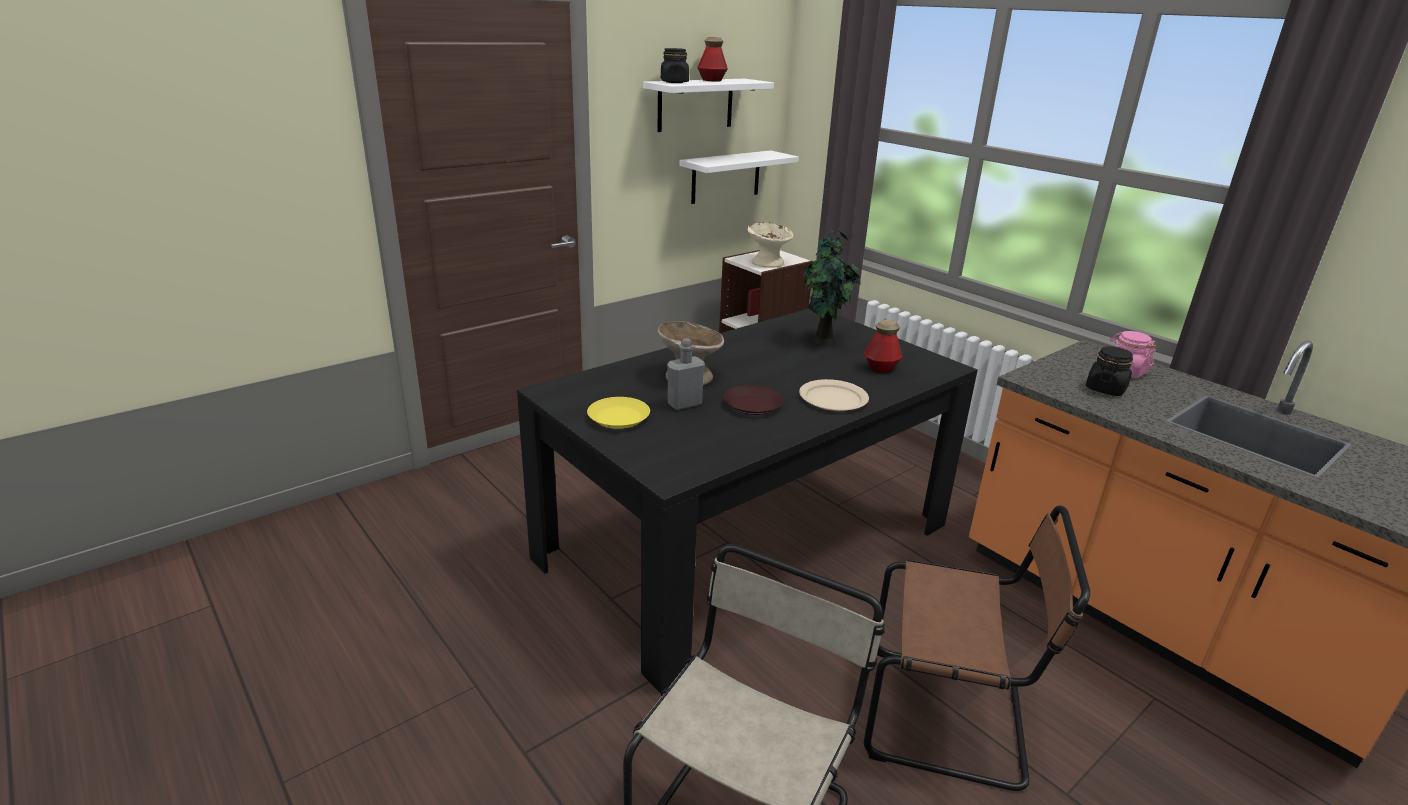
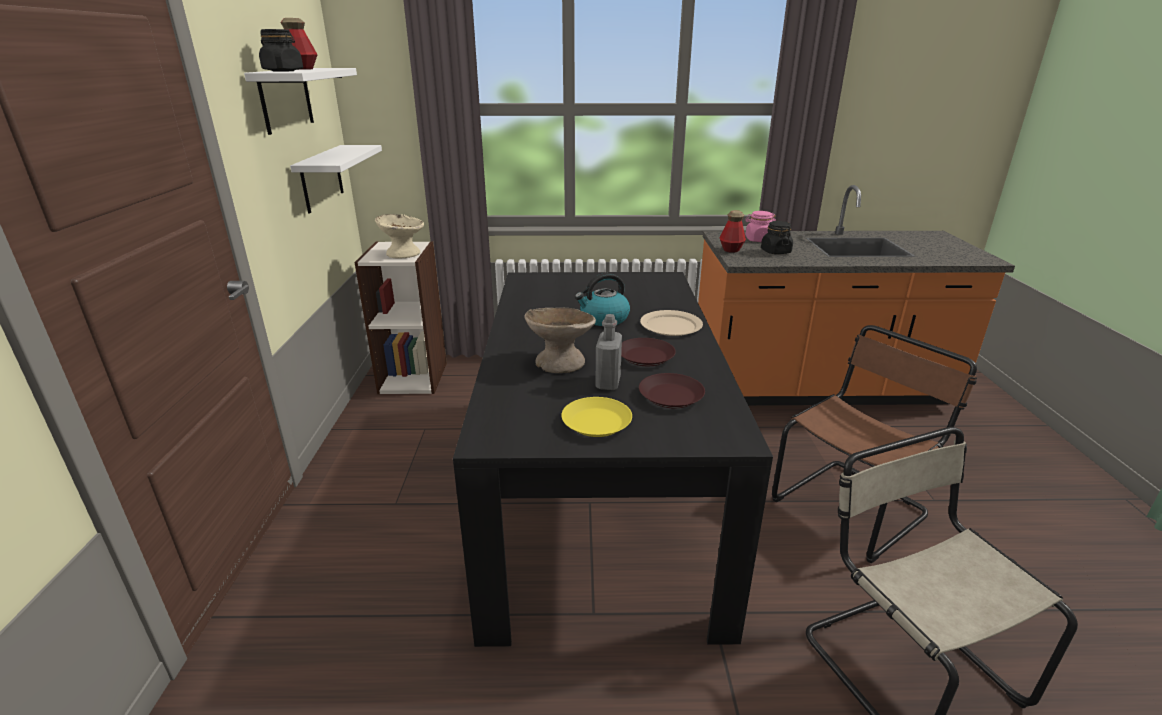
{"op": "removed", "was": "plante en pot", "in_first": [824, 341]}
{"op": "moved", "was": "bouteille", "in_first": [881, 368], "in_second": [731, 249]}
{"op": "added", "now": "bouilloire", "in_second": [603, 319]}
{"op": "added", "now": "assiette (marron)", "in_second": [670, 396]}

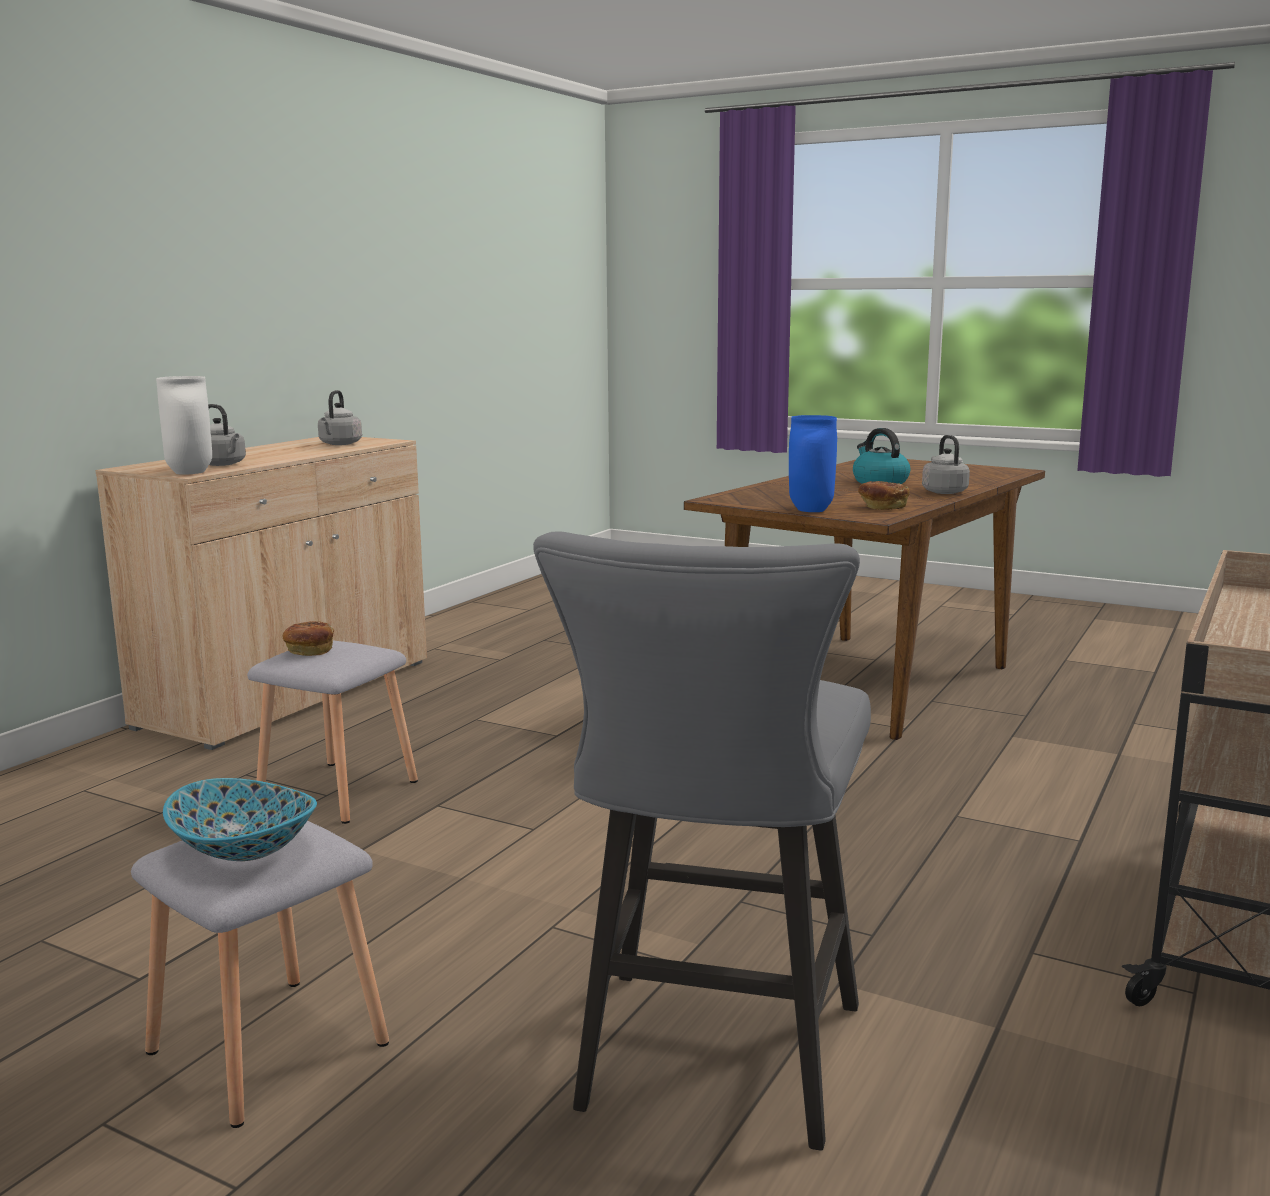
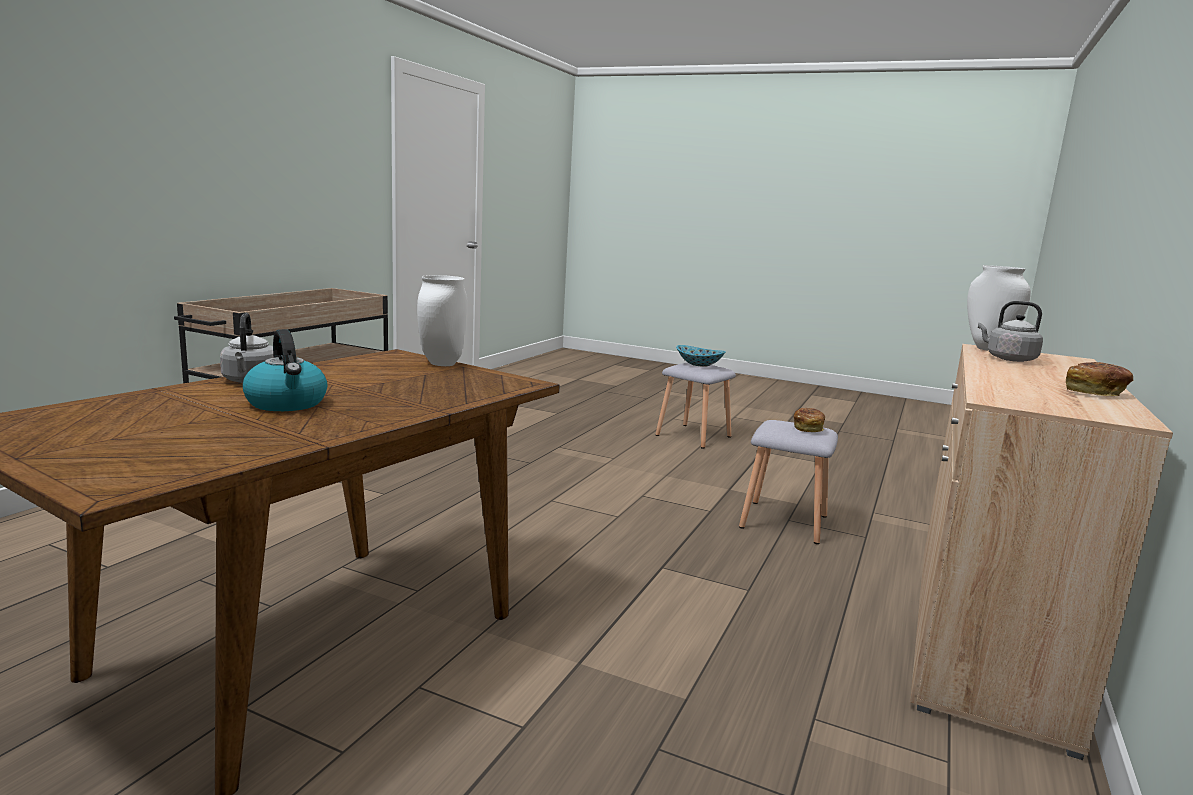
{"op": "removed", "was": "bouilloire (gris)", "in_first": [339, 444]}
{"op": "removed", "was": "tabouret (gris)", "in_first": [713, 1068]}
{"op": "recoloured", "was": "vase (bleu)", "now": "vase (blanc)", "in_first": [809, 510], "in_second": [443, 364]}
{"op": "moved", "was": "pain", "in_first": [882, 507], "in_second": [1095, 393]}

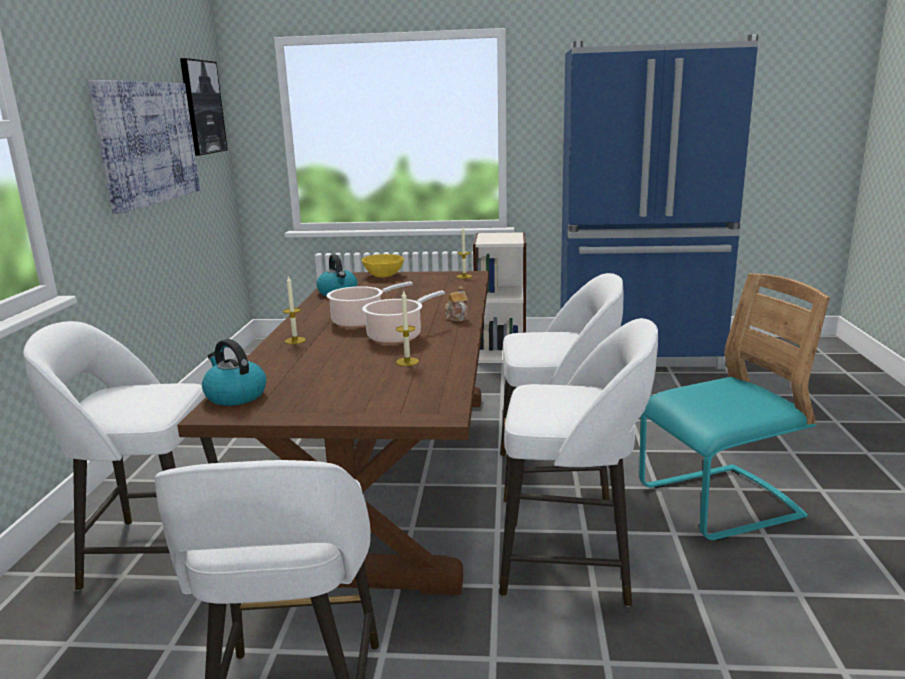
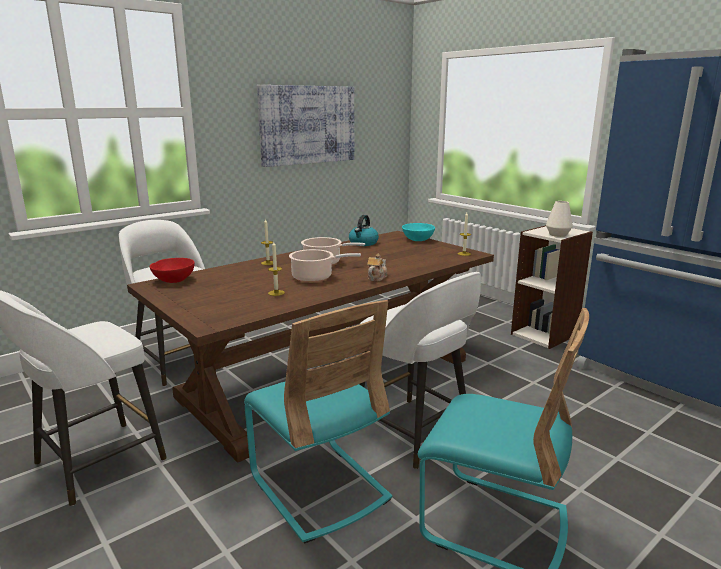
{"op": "removed", "was": "tableau", "in_first": [202, 107]}
{"op": "replaced", "was": "bouilloire", "now": "bol (rouge)", "in_first": [235, 395], "in_second": [174, 280]}
{"op": "recoloured", "was": "bol (jaune)", "now": "bol (turquoise)", "in_first": [383, 275], "in_second": [418, 240]}
{"op": "replaced", "was": "tabouret (blanc)", "now": "chaise (turquoise)", "in_first": [571, 562], "in_second": [319, 487]}
{"op": "added", "now": "vase (blanc)", "in_second": [558, 235]}

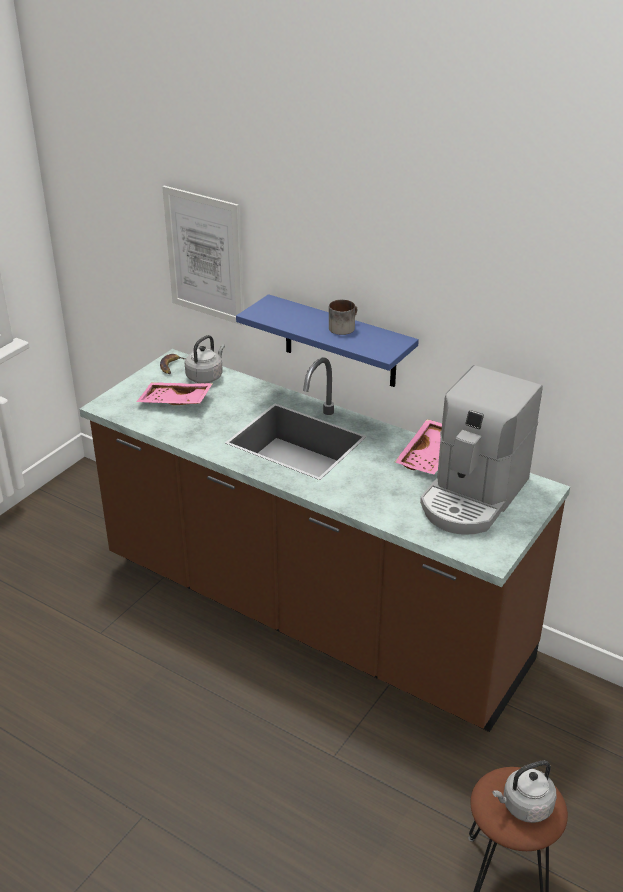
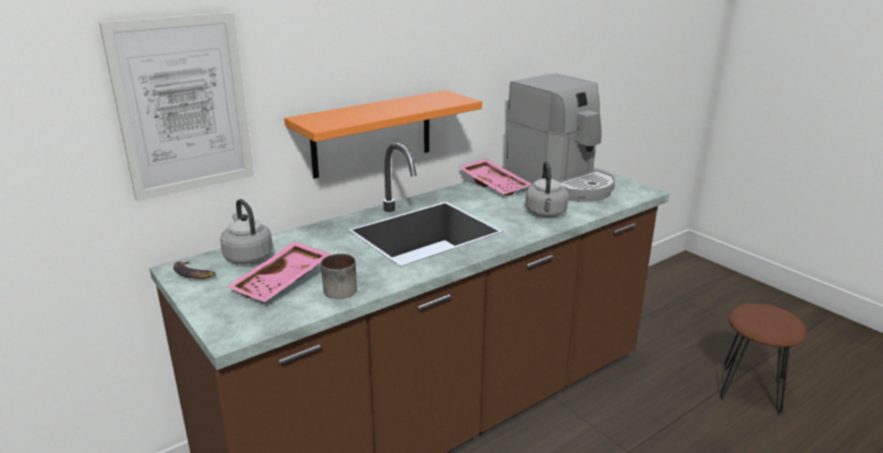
{"op": "recoloured", "was": "étagère (bleu)", "now": "étagère (orange)", "in_first": [340, 342], "in_second": [372, 133]}
{"op": "moved", "was": "mug", "in_first": [343, 327], "in_second": [337, 288]}
{"op": "moved", "was": "bouilloire (gris)", "in_first": [524, 806], "in_second": [546, 214]}

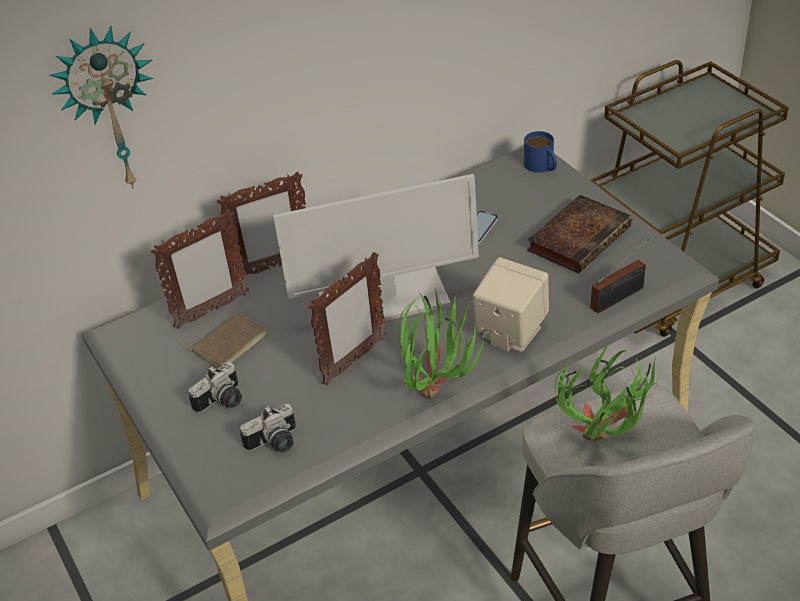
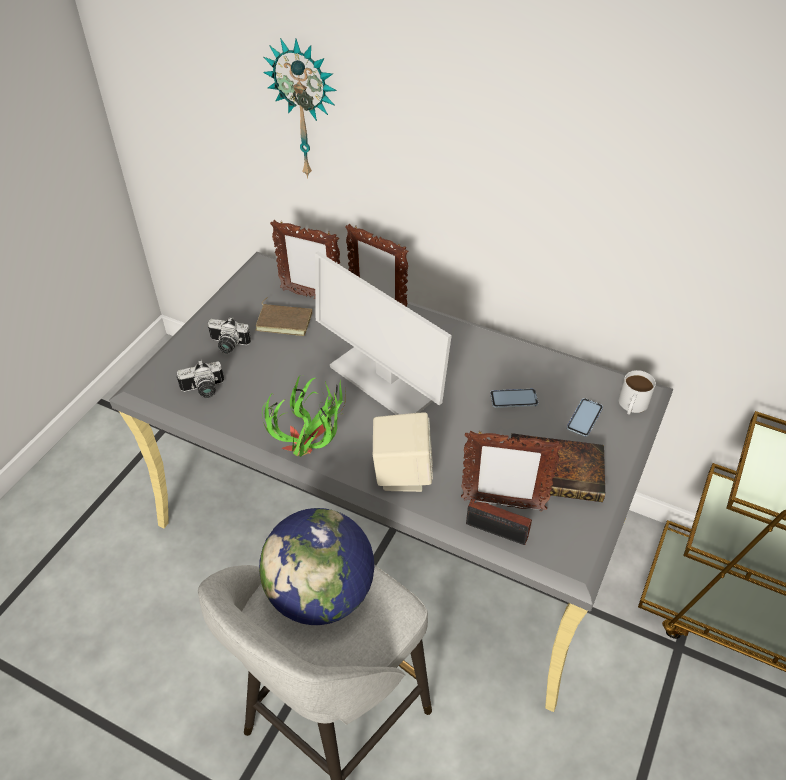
{"op": "turned", "was": "appareil photo", "in_first": [275, 444], "in_second": [204, 390], "clockwise": -45}
{"op": "moved", "was": "cadre photo", "in_first": [354, 361], "in_second": [502, 504]}
{"op": "recoloured", "was": "mug (bleu)", "now": "mug (blanc)", "in_first": [542, 166], "in_second": [631, 406]}
{"op": "replaced", "was": "plante en pot", "now": "globe", "in_first": [605, 443], "in_second": [321, 594]}
{"op": "added", "now": "téléphone", "in_second": [584, 418]}

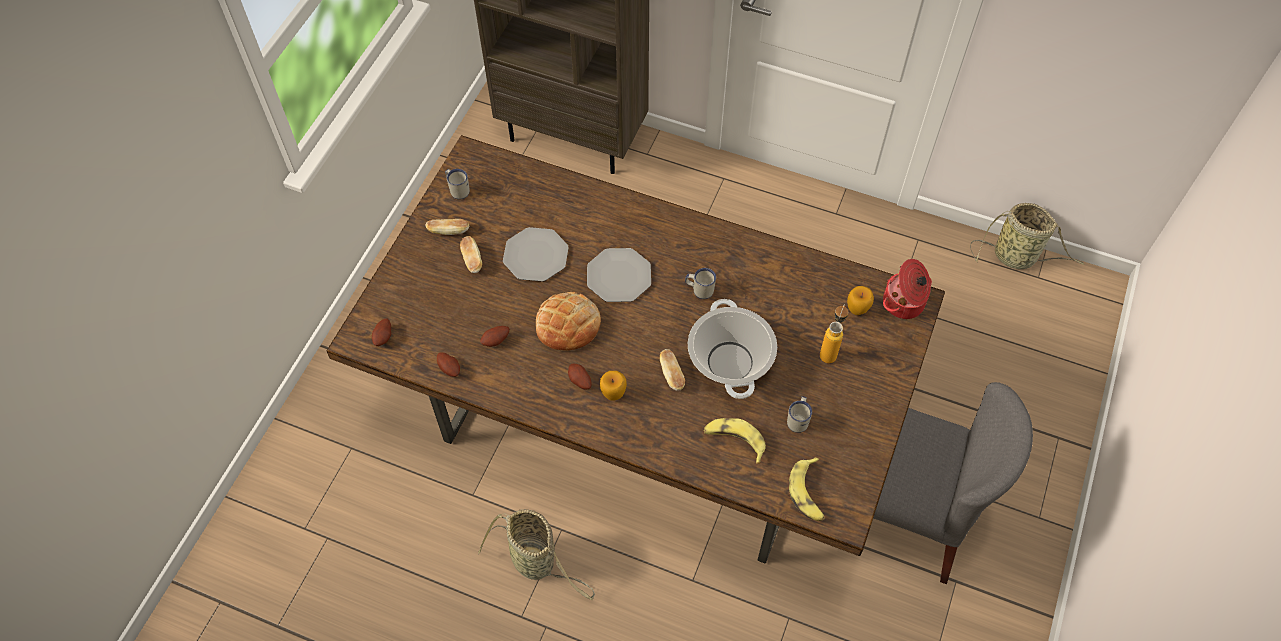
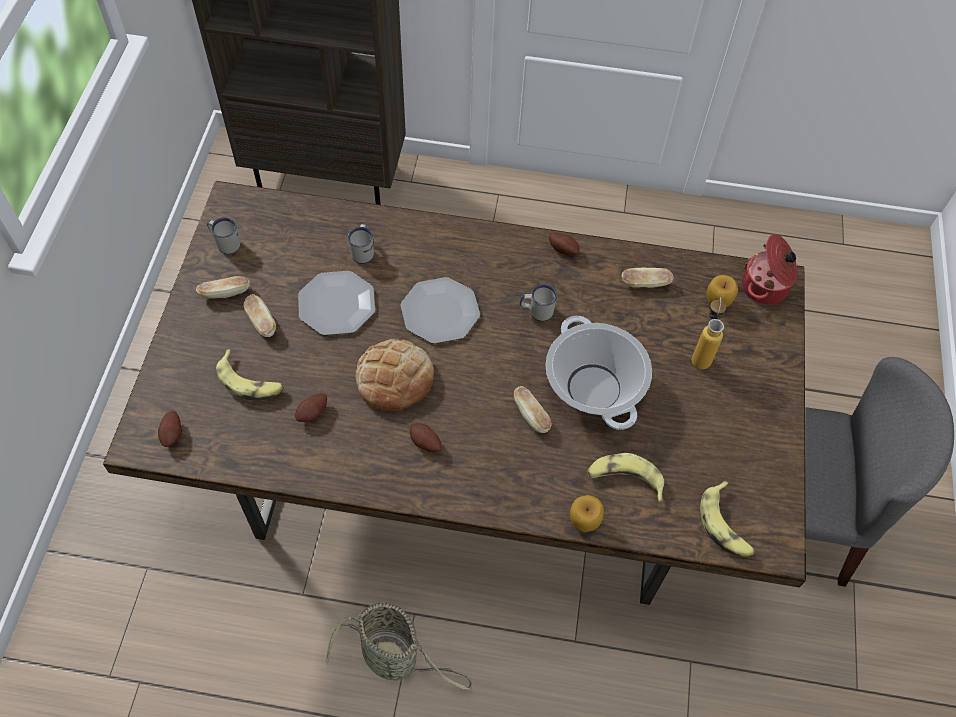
{"op": "moved", "was": "pomme de terre", "in_first": [450, 368], "in_second": [563, 249]}
{"op": "moved", "was": "pomme", "in_first": [613, 393], "in_second": [584, 522]}
{"op": "moved", "was": "mug (blanc)", "in_first": [798, 419], "in_second": [363, 251]}
{"op": "removed", "was": "panier", "in_first": [1017, 257]}
{"op": "added", "now": "banane", "in_second": [250, 382]}
{"op": "added", "now": "pain", "in_second": [645, 283]}

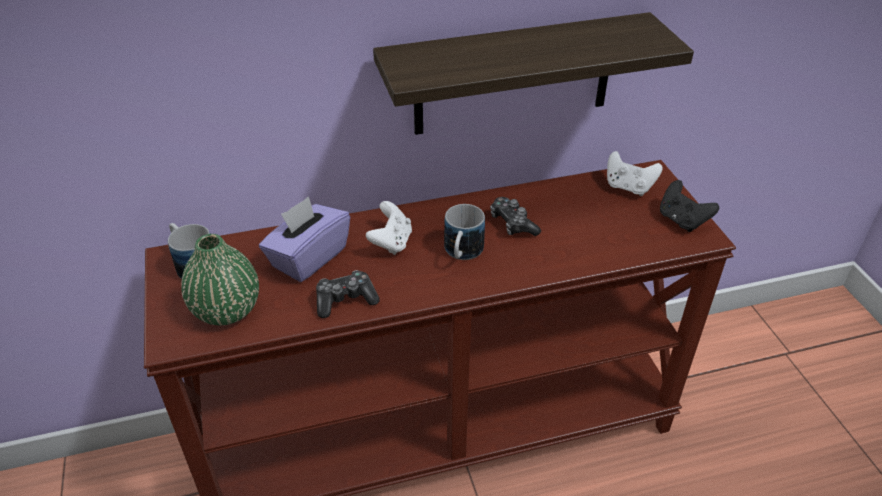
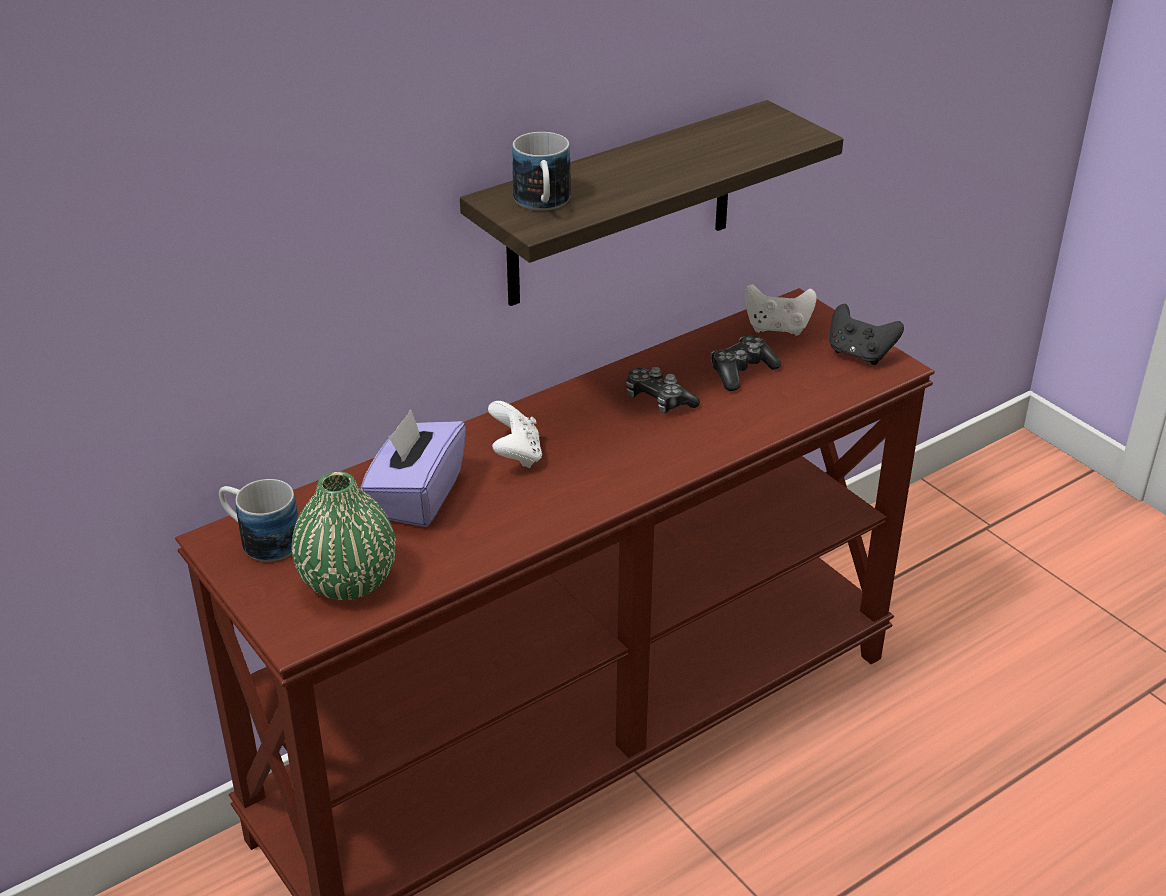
{"op": "moved", "was": "manette", "in_first": [345, 300], "in_second": [742, 372]}
{"op": "moved", "was": "mug", "in_first": [462, 253], "in_second": [543, 204]}

